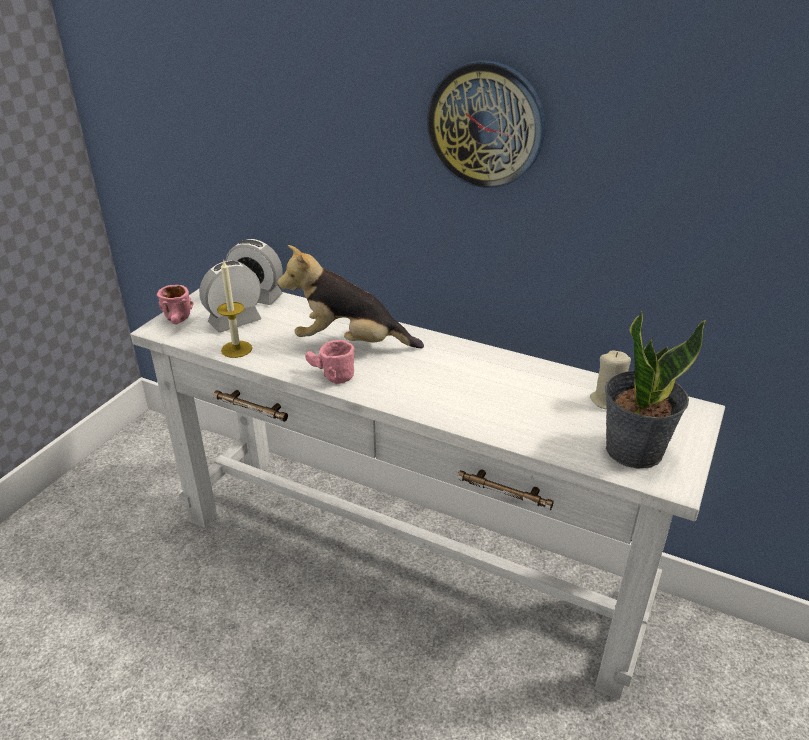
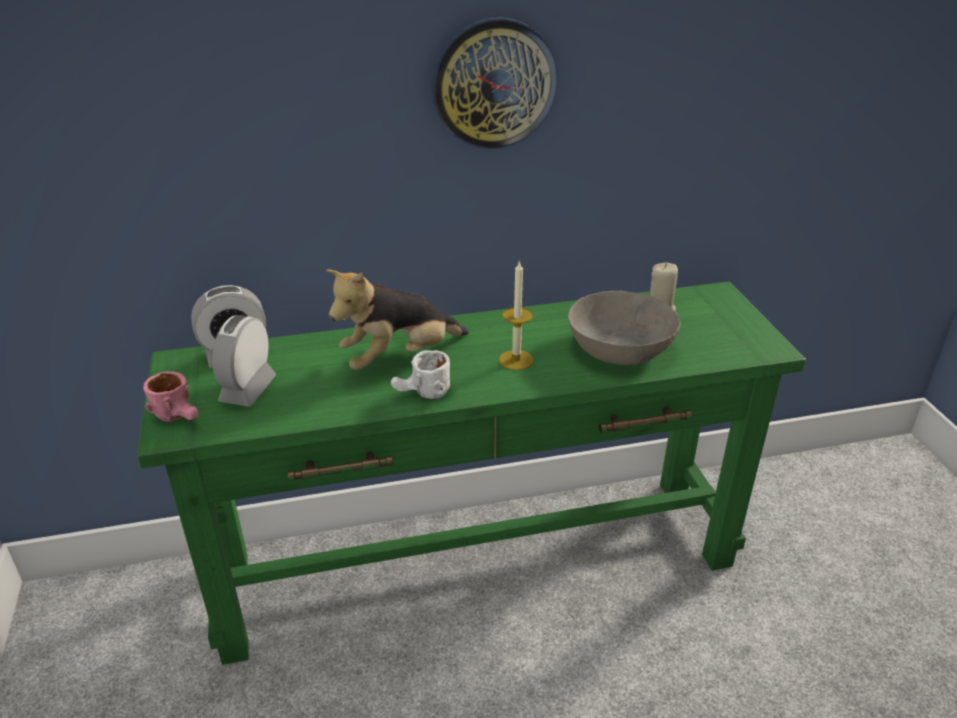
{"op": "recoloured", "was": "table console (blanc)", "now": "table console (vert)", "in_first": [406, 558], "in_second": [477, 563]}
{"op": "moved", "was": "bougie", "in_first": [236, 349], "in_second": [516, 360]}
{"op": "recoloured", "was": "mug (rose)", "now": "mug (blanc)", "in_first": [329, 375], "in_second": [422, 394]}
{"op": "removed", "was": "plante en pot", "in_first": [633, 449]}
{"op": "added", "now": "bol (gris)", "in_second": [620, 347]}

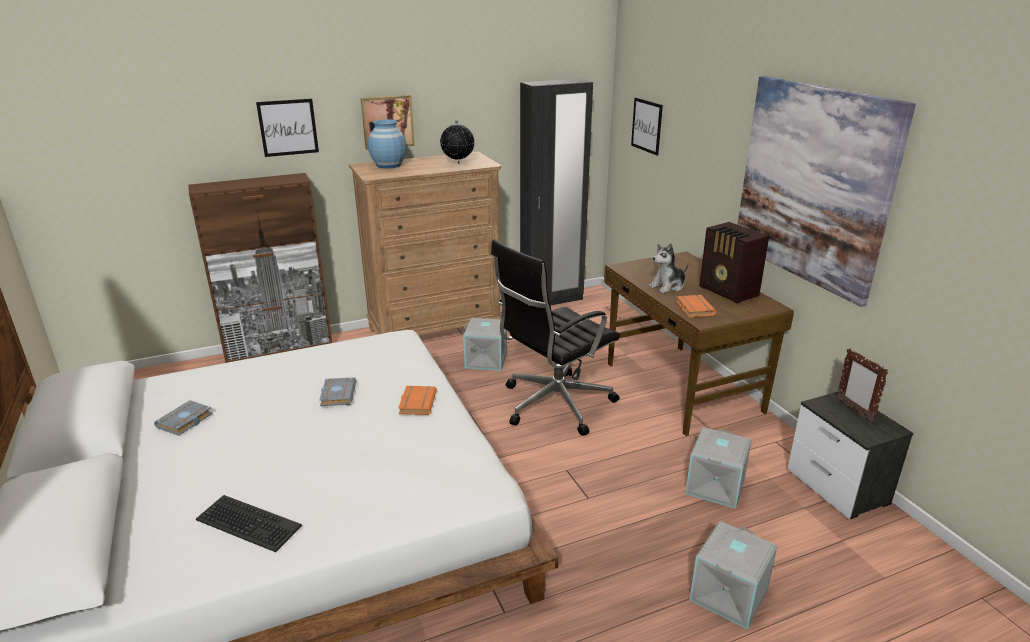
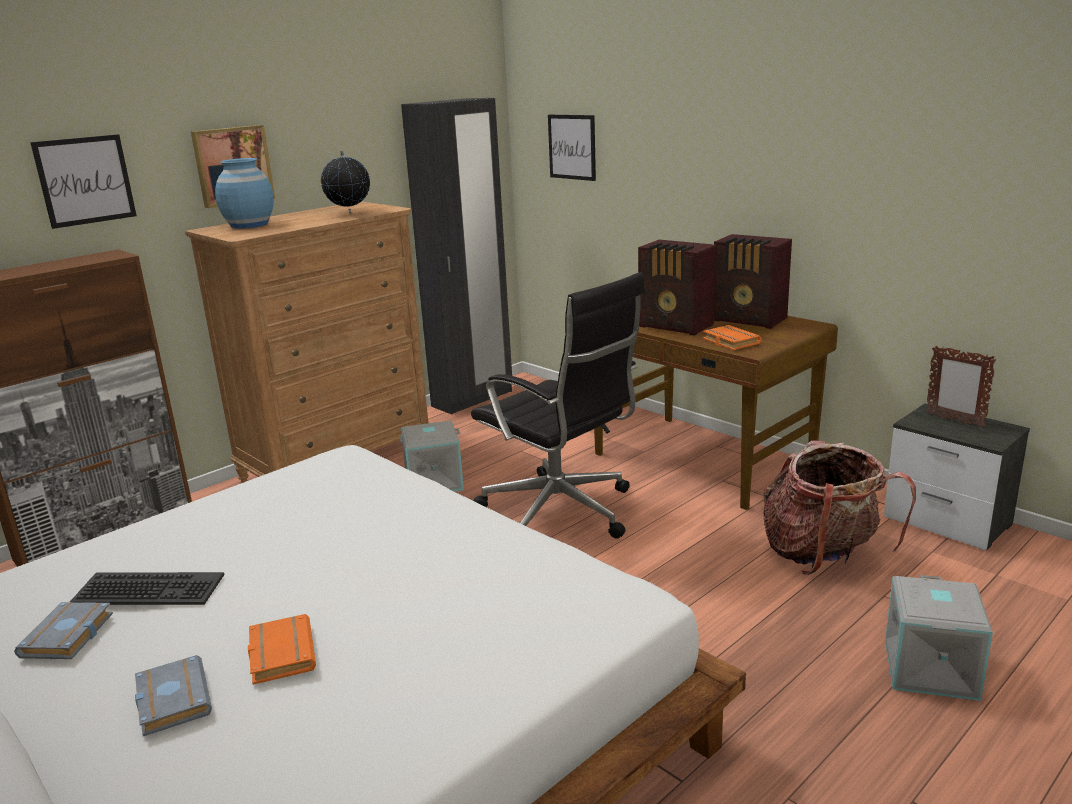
{"op": "moved", "was": "clavier", "in_first": [248, 524], "in_second": [148, 591]}
{"op": "moved", "was": "livre (gris)", "in_first": [337, 394], "in_second": [170, 700]}
{"op": "moved", "was": "livre (orange)", "in_first": [416, 403], "in_second": [279, 654]}
{"op": "turned", "was": "chaise de bureau (noir)", "in_first": [553, 404], "in_second": [561, 513], "clockwise": -75}
{"op": "replaced", "was": "peluche", "now": "radio", "in_first": [668, 286], "in_second": [676, 326]}
{"op": "replaced", "was": "boîte de rangement (gris)", "now": "sac à dos", "in_first": [716, 487], "in_second": [823, 555]}
{"op": "removed", "was": "tableau", "in_first": [813, 185]}

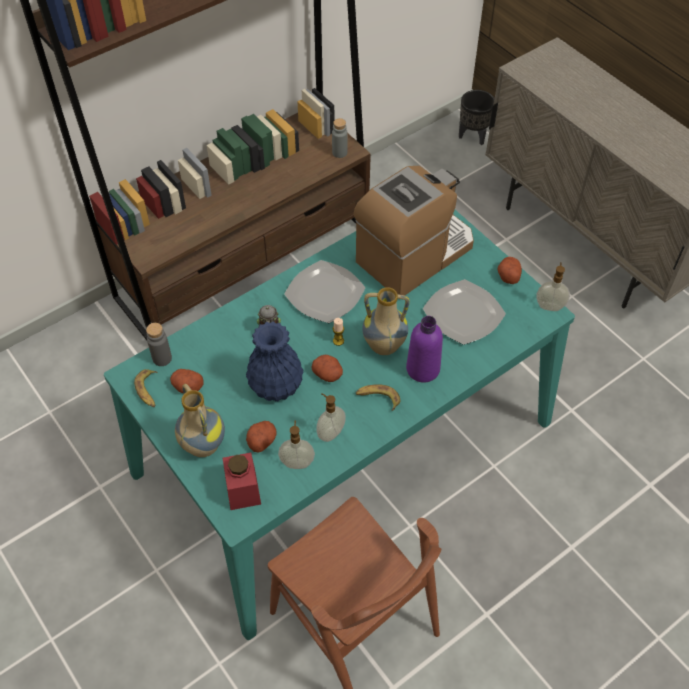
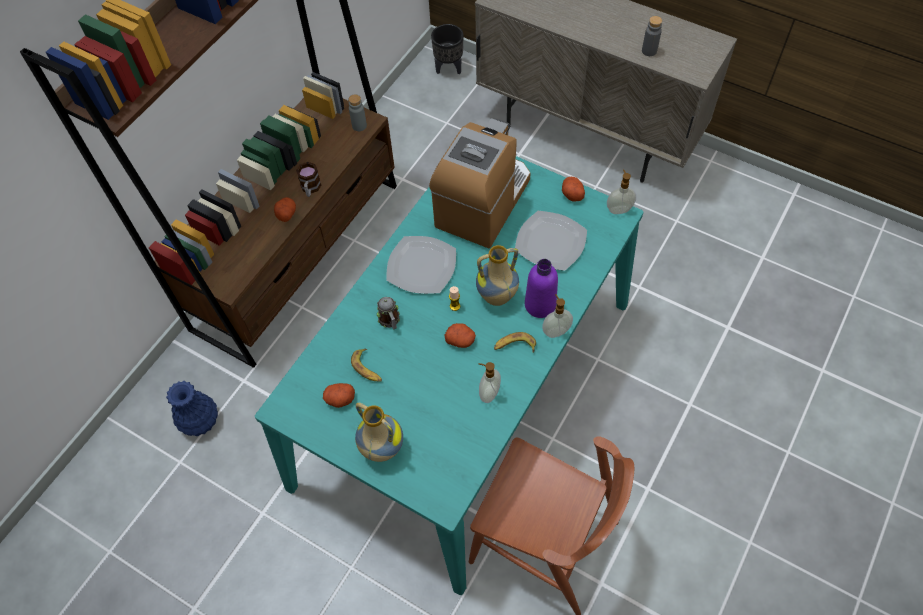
{"op": "moved", "was": "banane", "in_first": [148, 391], "in_second": [367, 368]}
{"op": "moved", "was": "bouteille (gris)", "in_first": [162, 358], "in_second": [649, 51]}
{"op": "removed", "was": "bocal (rouge)", "in_first": [243, 490]}
{"op": "moved", "was": "vase (bleu)", "in_first": [275, 385], "in_second": [199, 420]}
{"op": "moved", "was": "pomme de terre", "in_first": [261, 440], "in_second": [286, 213]}
{"op": "moved", "was": "distributeur de savon", "in_first": [297, 462], "in_second": [556, 331]}
{"op": "added", "now": "mug", "in_second": [310, 189]}

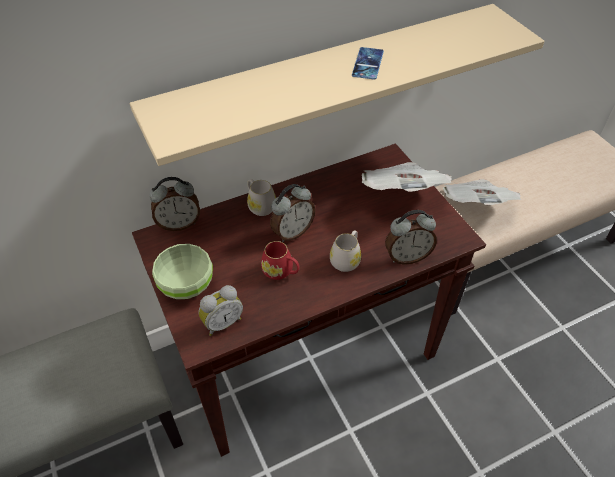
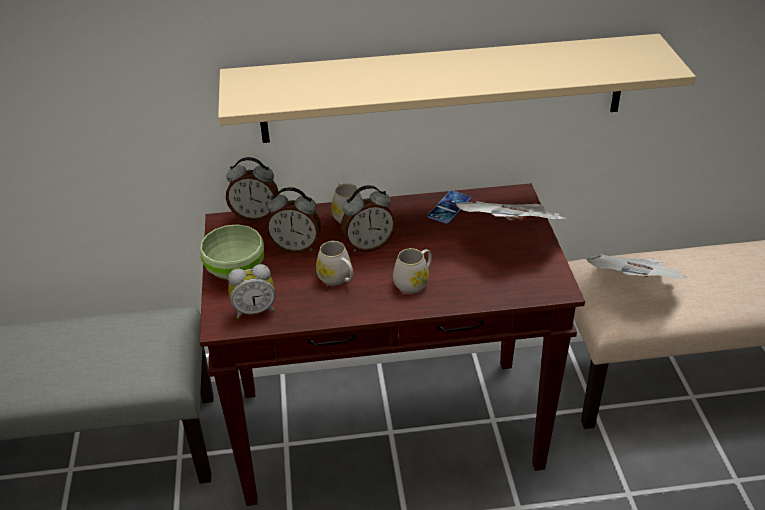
{"op": "recoloured", "was": "mug (rouge)", "now": "mug (blanc)", "in_first": [281, 272], "in_second": [337, 279]}
{"op": "moved", "was": "téléphone", "in_first": [367, 63], "in_second": [449, 207]}
{"op": "moved", "was": "réveil", "in_first": [407, 256], "in_second": [296, 247]}

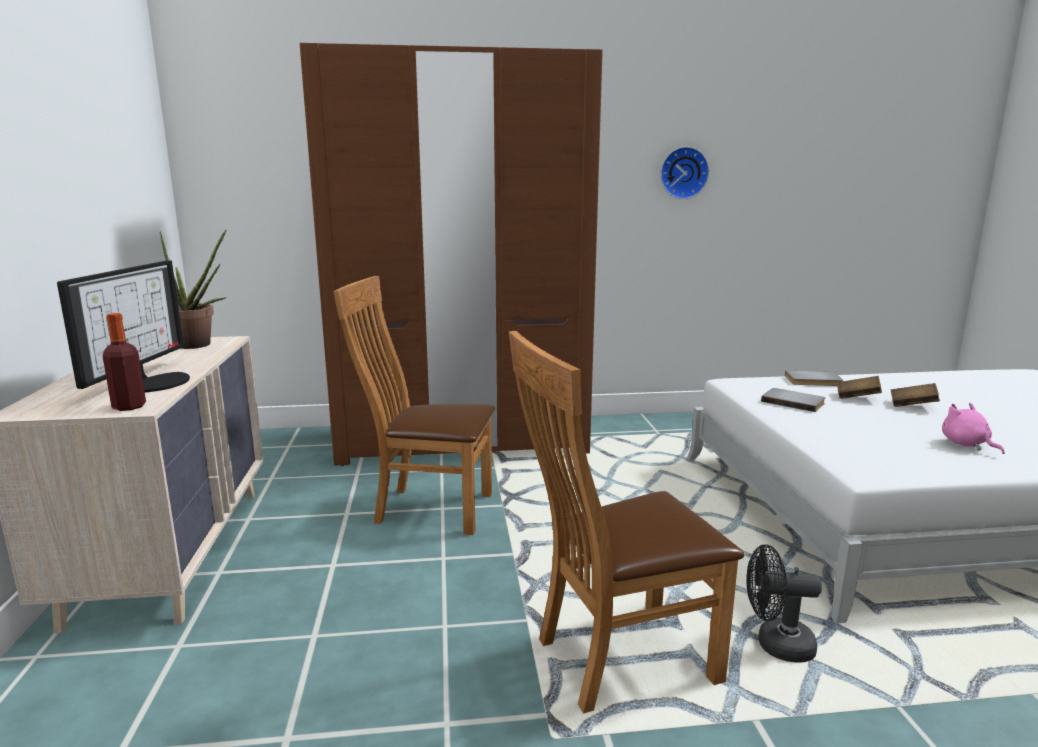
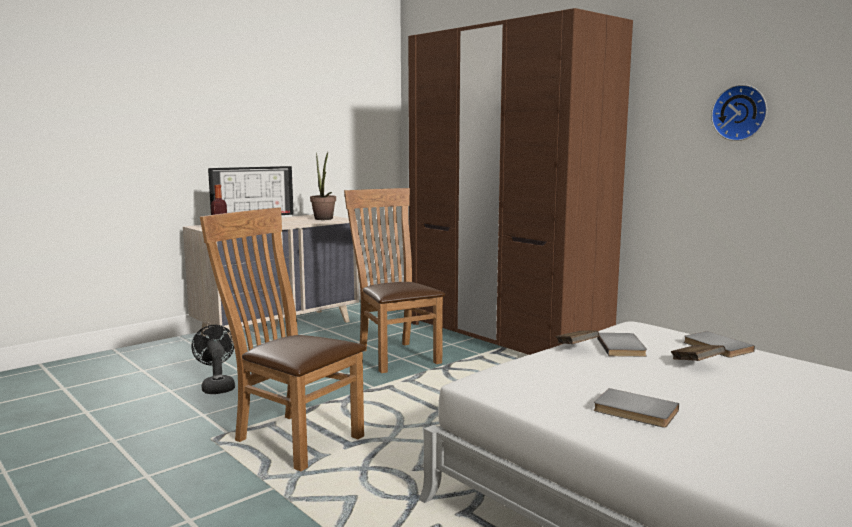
{"op": "moved", "was": "ventilateur (noir)", "in_first": [776, 645], "in_second": [217, 387]}
{"op": "moved", "was": "livre (marron)", "in_first": [912, 405], "in_second": [576, 348]}
{"op": "replaced", "was": "peluche (rose)", "now": "livre (gris)", "in_first": [966, 445], "in_second": [634, 411]}

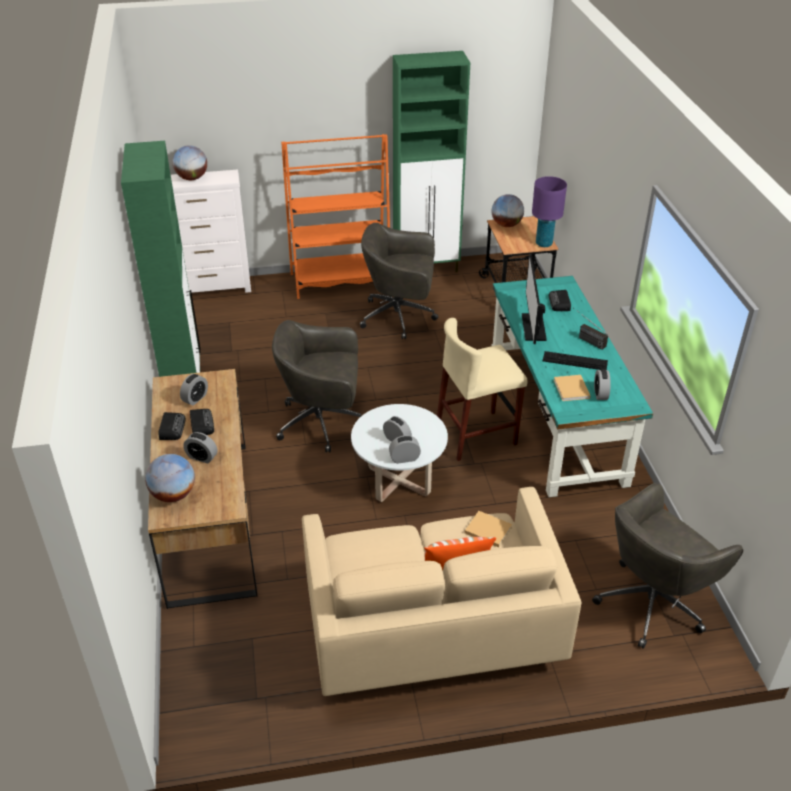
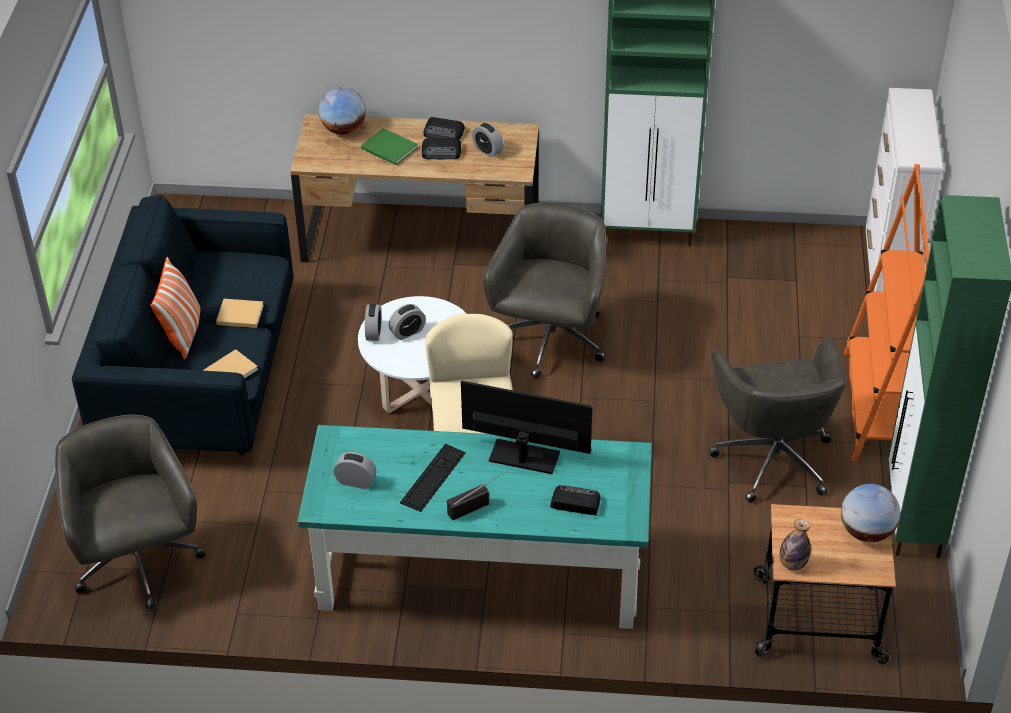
{"op": "removed", "was": "globe", "in_first": [192, 178]}
{"op": "replaced", "was": "réveil", "now": "livre (vert)", "in_first": [202, 457], "in_second": [389, 149]}
{"op": "recoloured", "was": "canapé (beige)", "now": "canapé (bleu)", "in_first": [431, 627], "in_second": [200, 376]}
{"op": "turned", "was": "chaise de bureau (gris)", "in_first": [400, 317], "in_second": [773, 457], "clockwise": 150}
{"op": "replaced", "was": "lampe de table (violet)", "now": "bouteille", "in_first": [544, 244], "in_second": [792, 564]}
{"op": "moved", "was": "livre (beige)", "in_first": [571, 390], "in_second": [238, 314]}

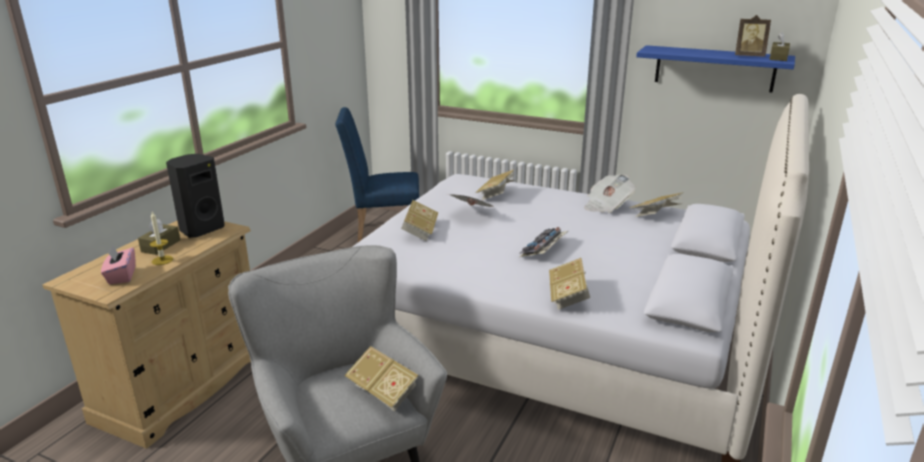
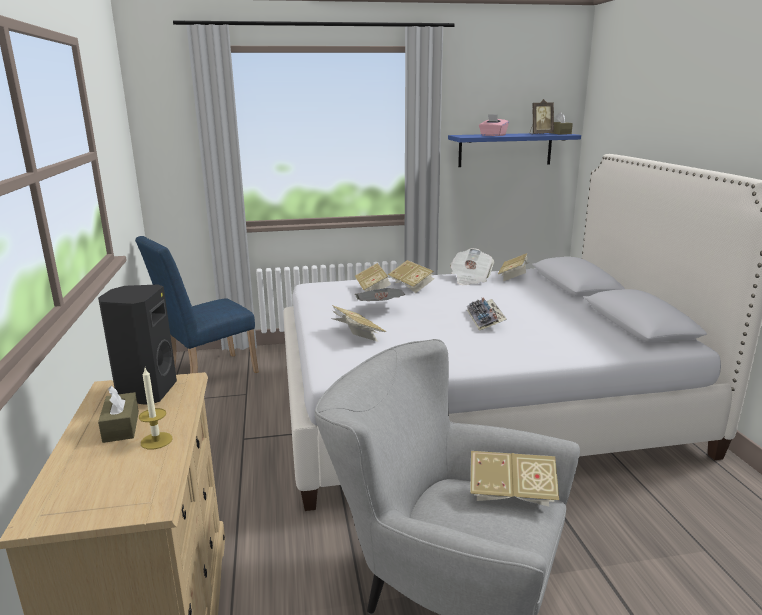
{"op": "moved", "was": "boîte à mouchoirs (rose)", "in_first": [121, 276], "in_second": [492, 135]}
{"op": "moved", "was": "livre", "in_first": [568, 296], "in_second": [411, 286]}

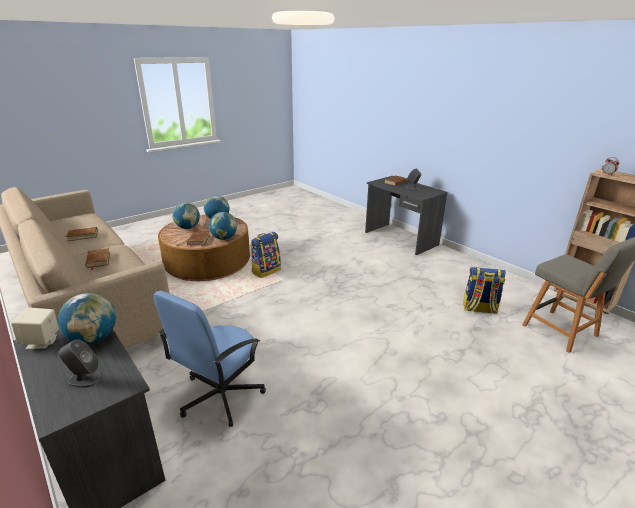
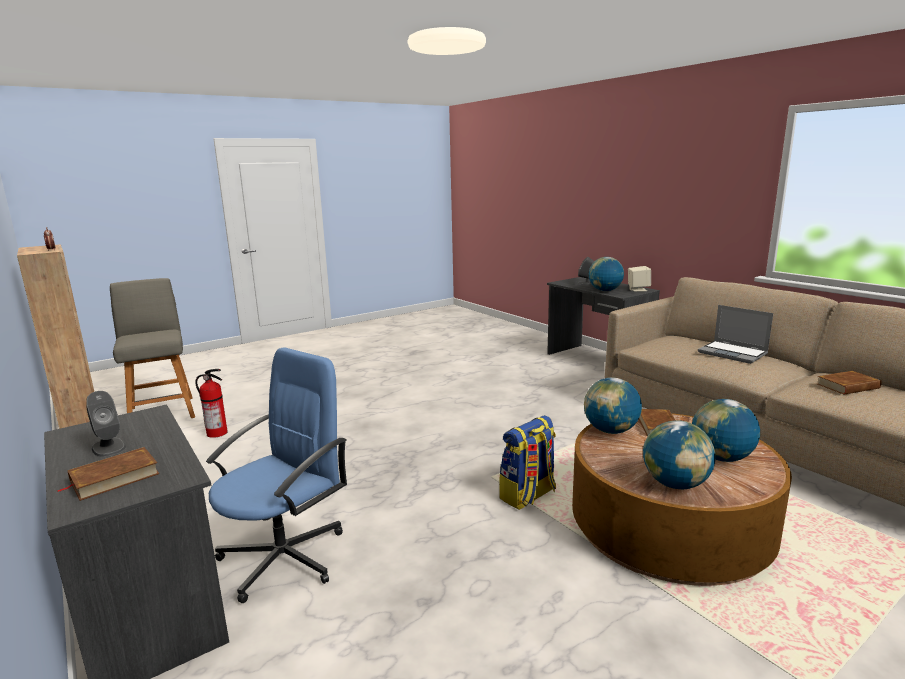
{"op": "replaced", "was": "livre (marron)", "now": "ordinateur portable", "in_first": [98, 260], "in_second": [733, 353]}
{"op": "moved", "was": "chaise de bureau (bleu)", "in_first": [220, 395], "in_second": [285, 557]}
{"op": "replaced", "was": "sac à dos", "now": "extincteur", "in_first": [479, 309], "in_second": [218, 433]}

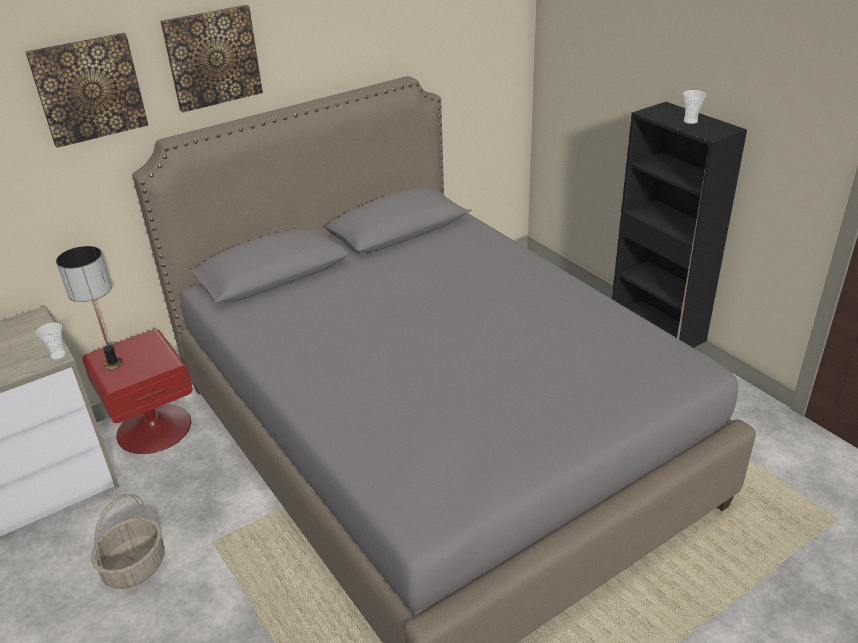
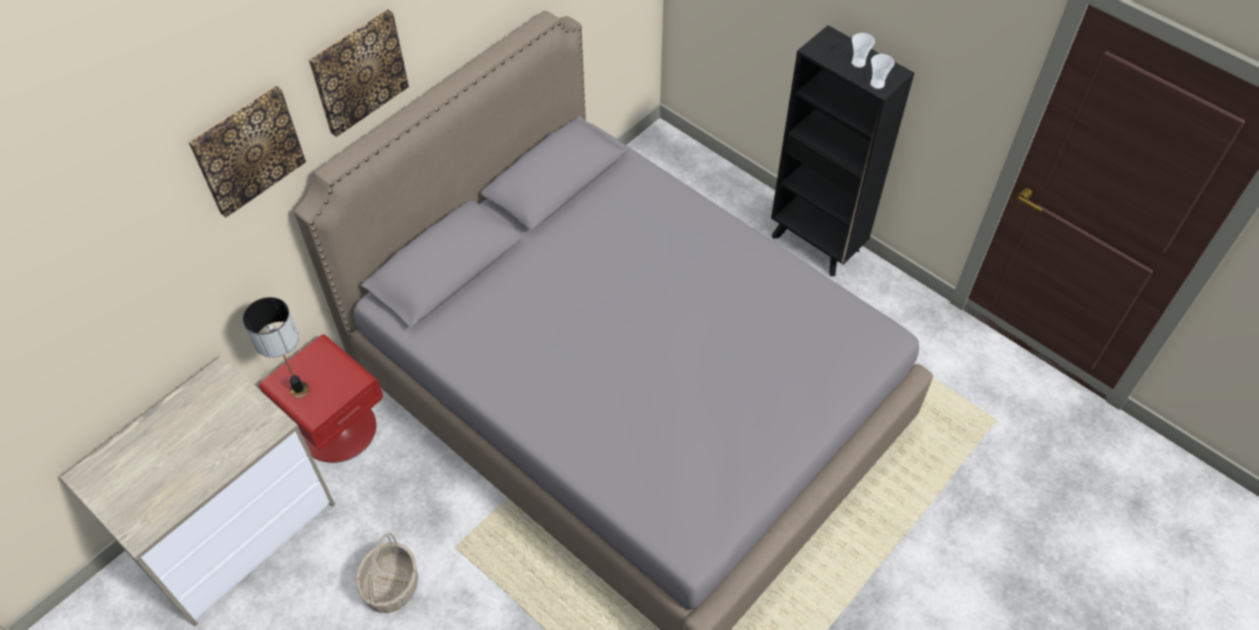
{"op": "moved", "was": "tasse", "in_first": [58, 355], "in_second": [877, 84]}

